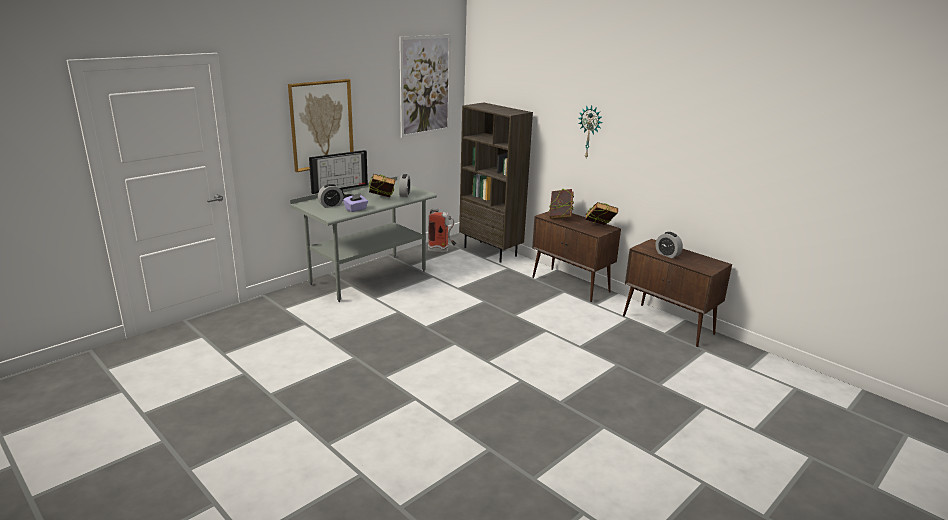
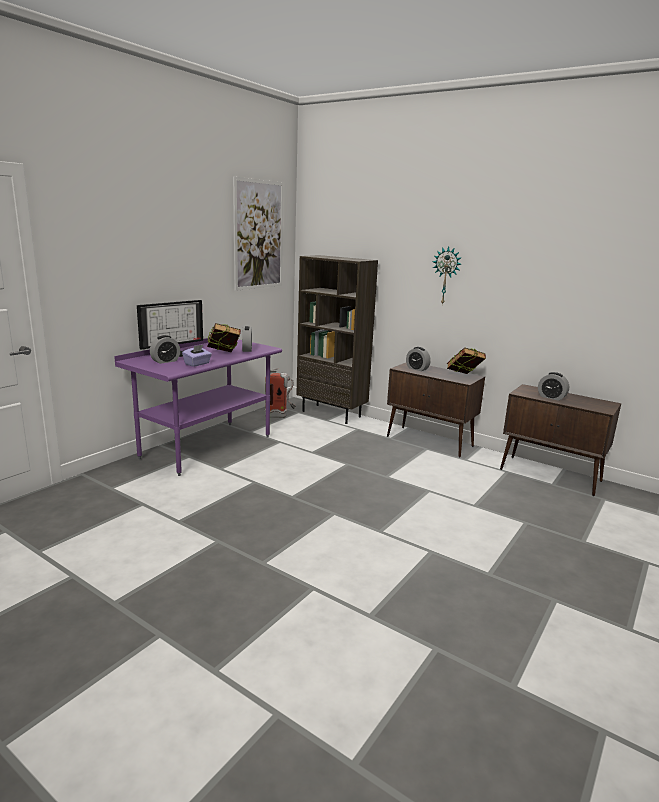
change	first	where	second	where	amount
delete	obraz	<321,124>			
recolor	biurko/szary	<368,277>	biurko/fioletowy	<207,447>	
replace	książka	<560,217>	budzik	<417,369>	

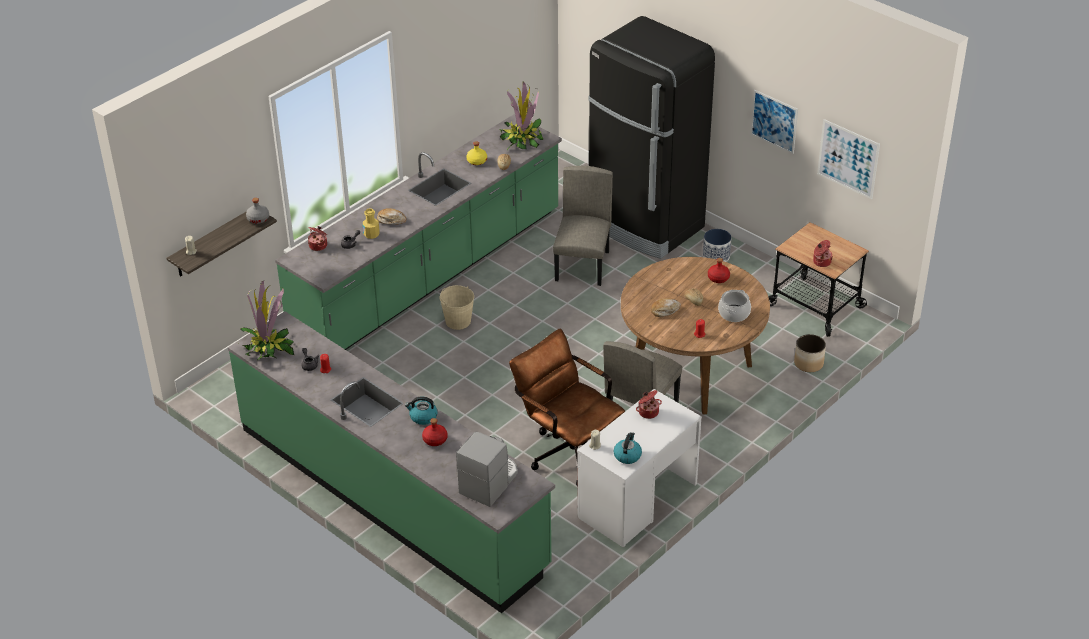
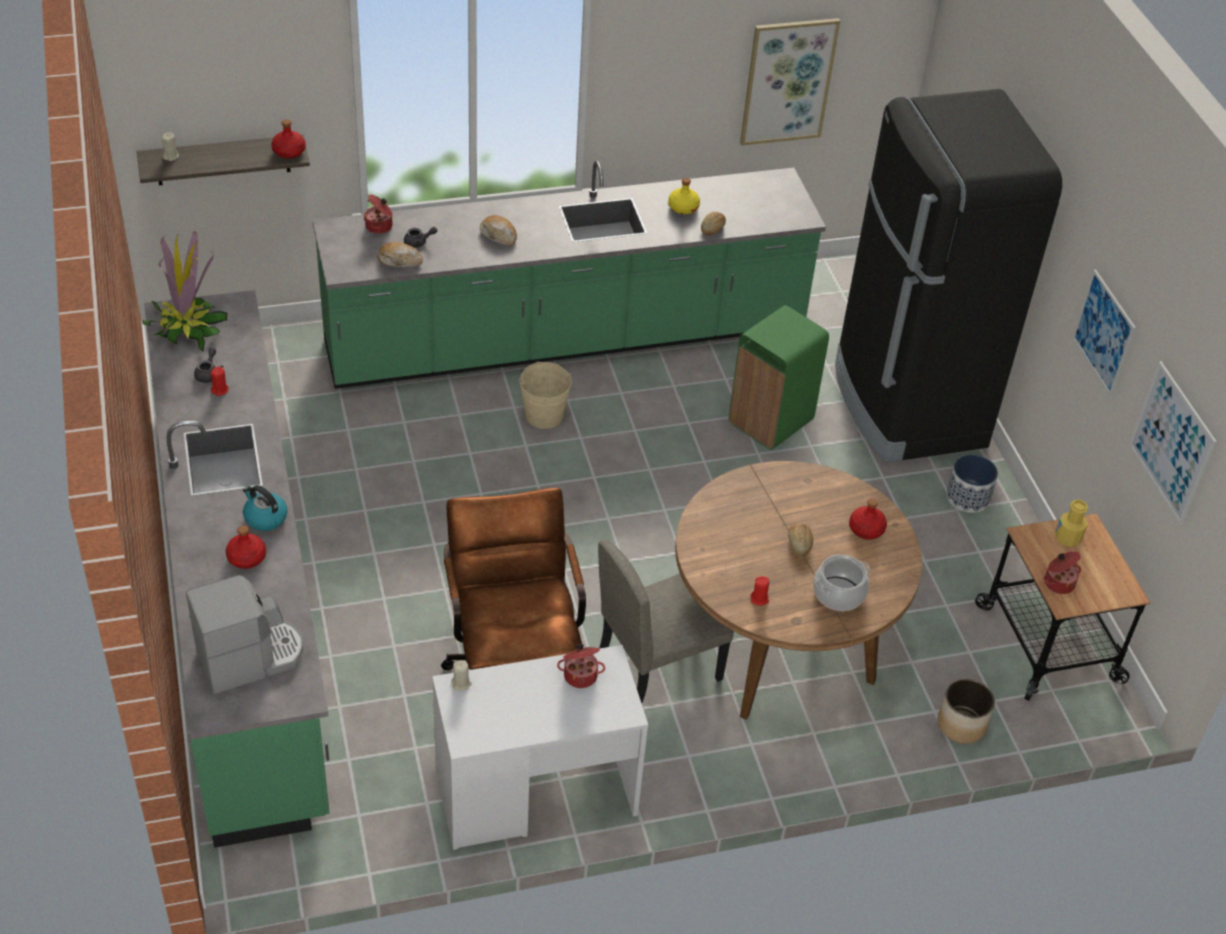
change	first	where	second	where	amount
delete	roślina doniczkowa	<522,139>			
replace	krzesło/beżowy	<583,266>	kosz na śmieci/zielony	<771,421>	
recolor	butelka/szary	<258,219>	butelka/czerwony	<289,151>	
move	butelka/żółty	<371,234>		<1068,538>	
move	chleb	<665,310>		<399,260>	
delete	czajnik	<627,455>			
insert			obraz	<787,81>	

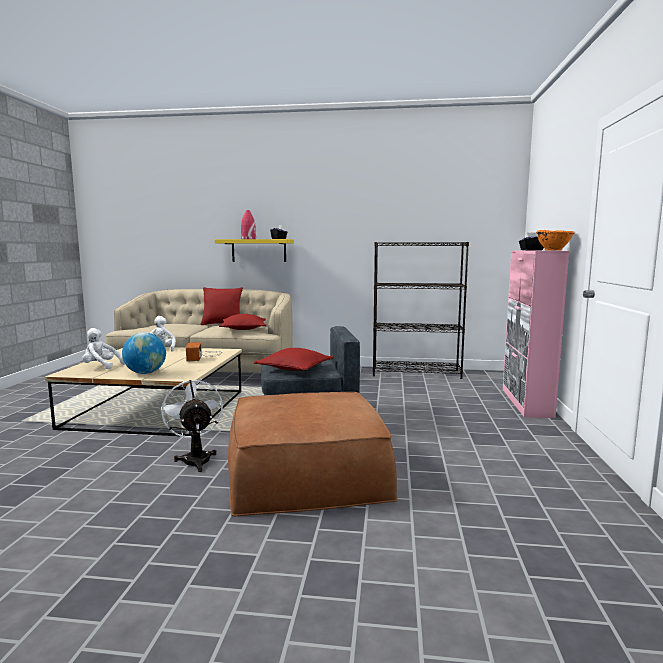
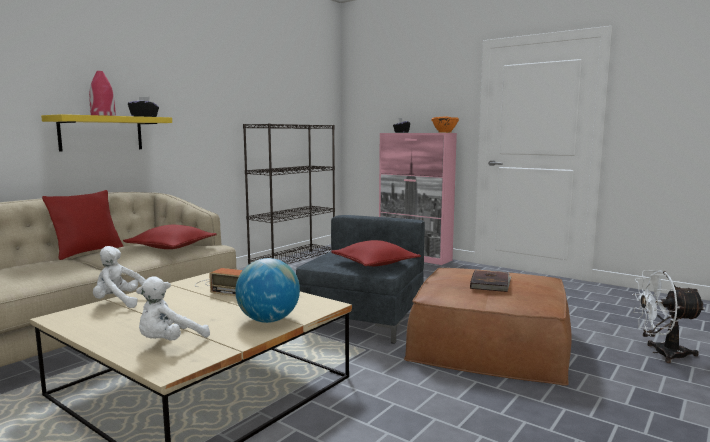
change	first	where	second	where	amount
move	wentylator/biały	<196,458>		<661,353>	
insert			książka/brązowy	<490,283>	

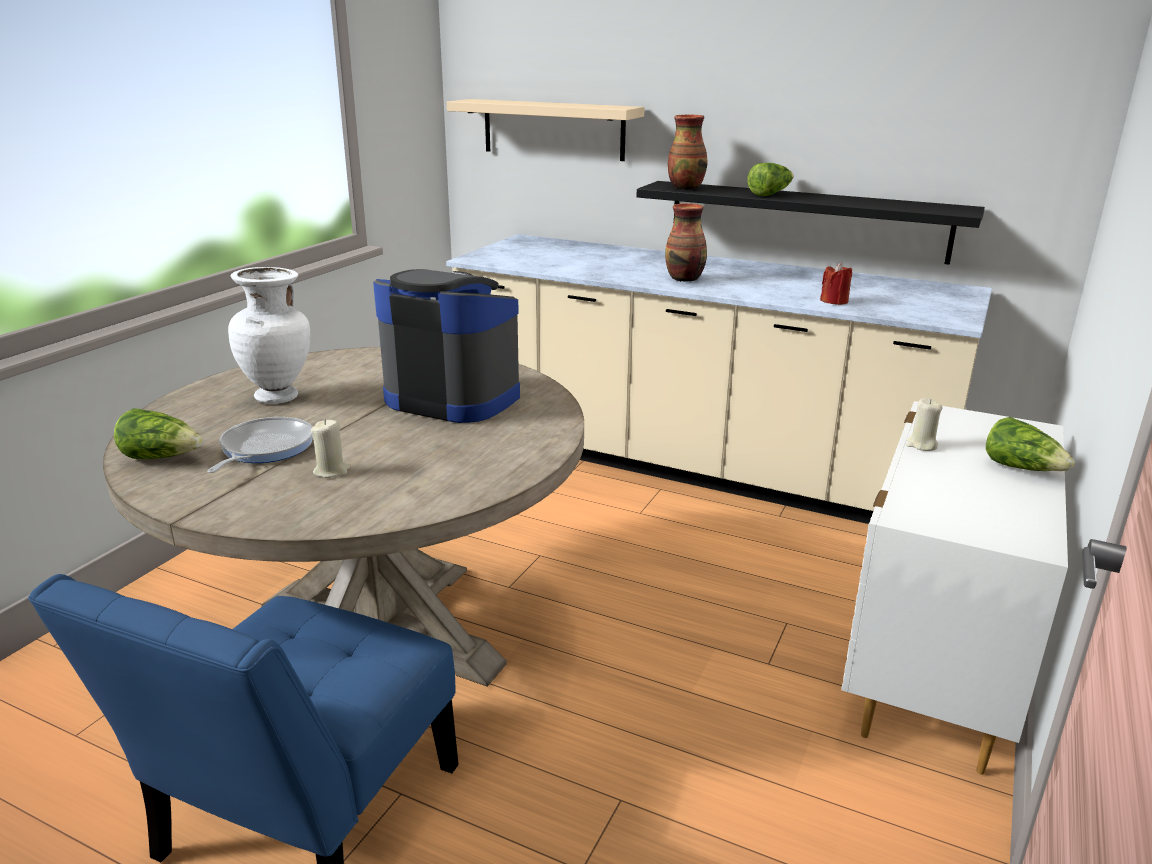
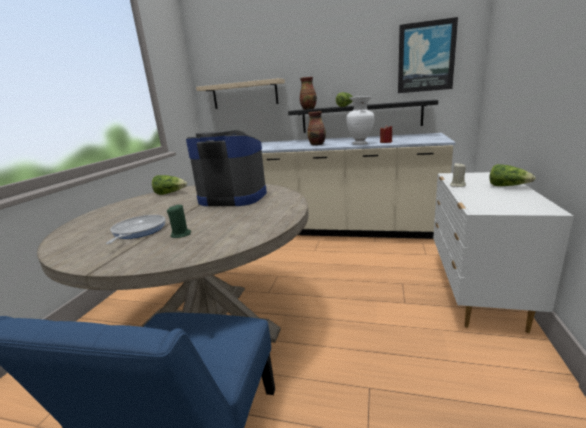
change	first	where	second	where	amount
move	wazon/biały	<279,397>		<360,144>	
move	sałata	<162,457>		<170,193>	
recolor	świeca/beżowy	<331,471>	świeca/zielony	<181,234>	
insert			obraz	<426,57>	

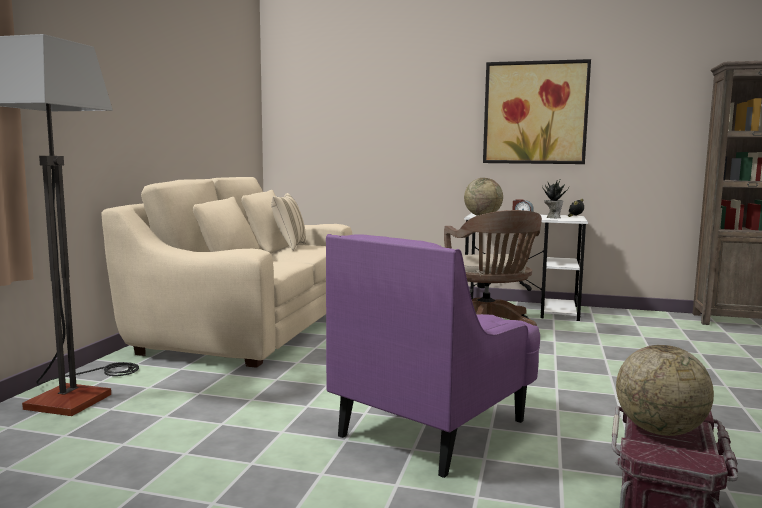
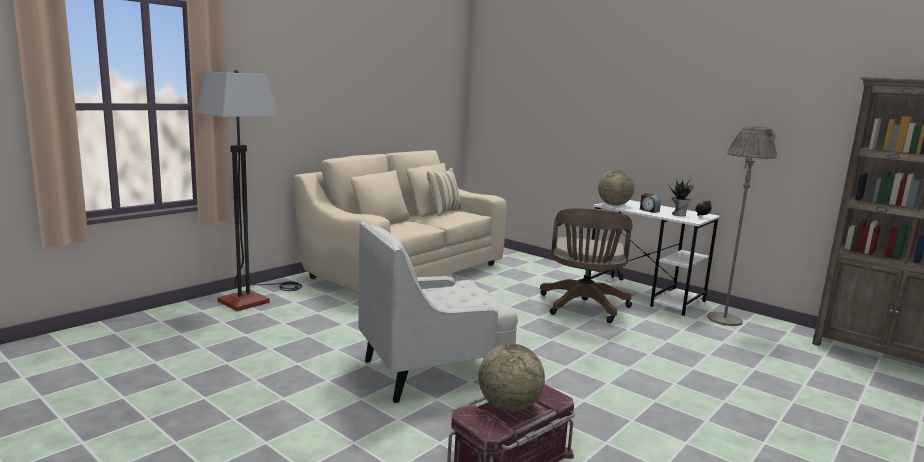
change	first	where	second	where	amount
delete	obraz	<535,113>			
recolor	fotel/fioletowy	<434,427>	fotel/biały	<433,371>	
insert			lampa stojąca/szary	<724,319>	

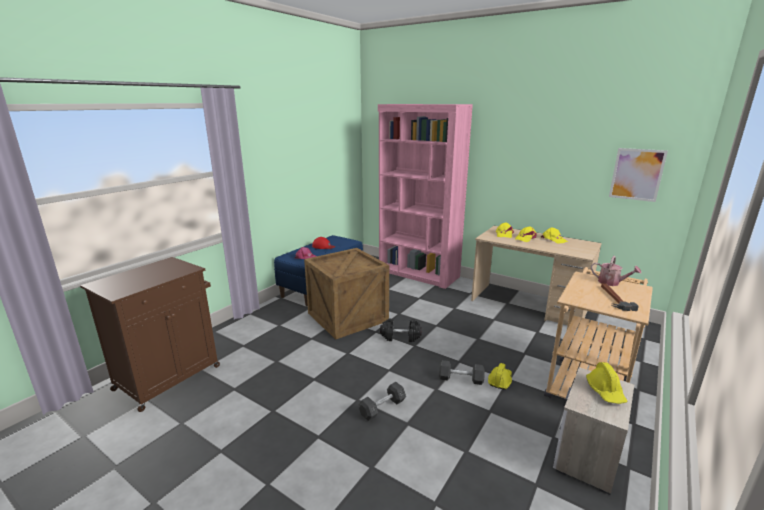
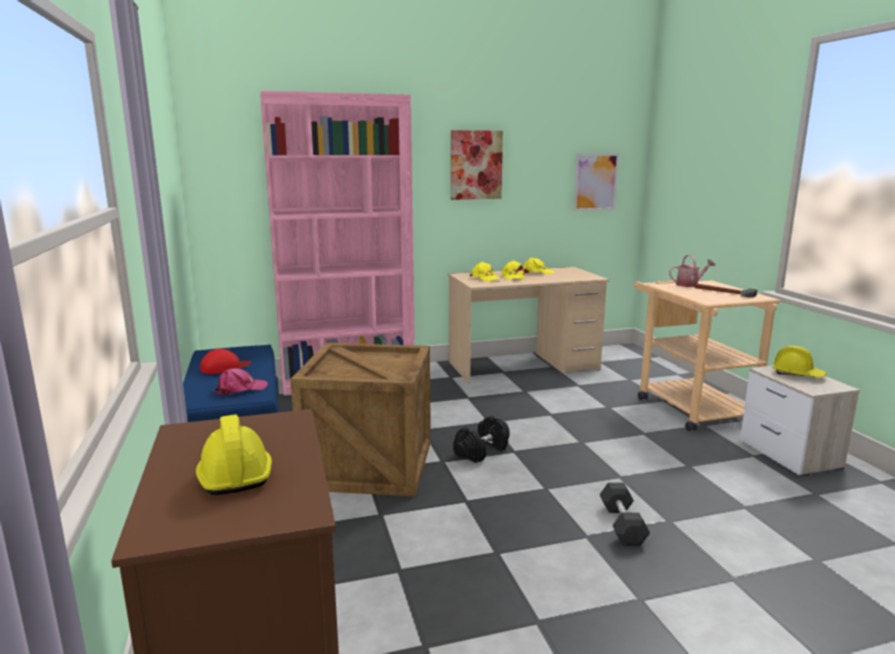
change	first	where	second	where	amount
delete	hantel/szary	<460,379>			
move	kask/żółty	<500,380>		<234,473>	
insert			obraz	<476,165>	

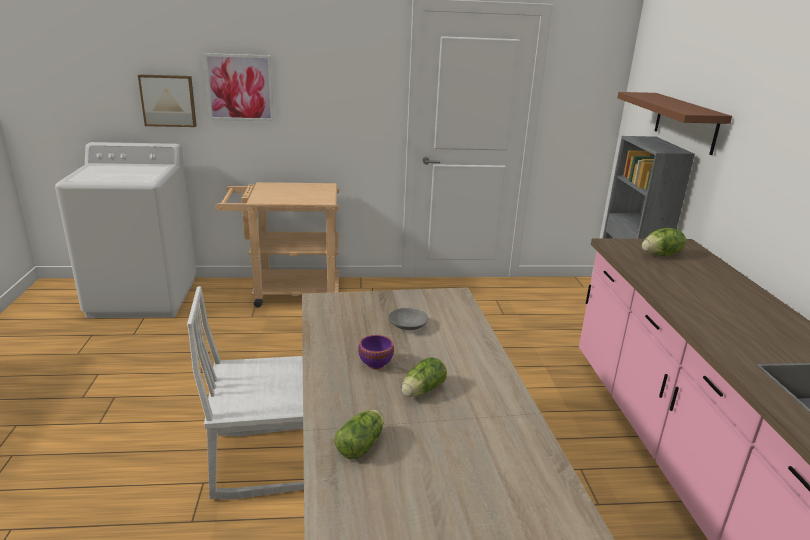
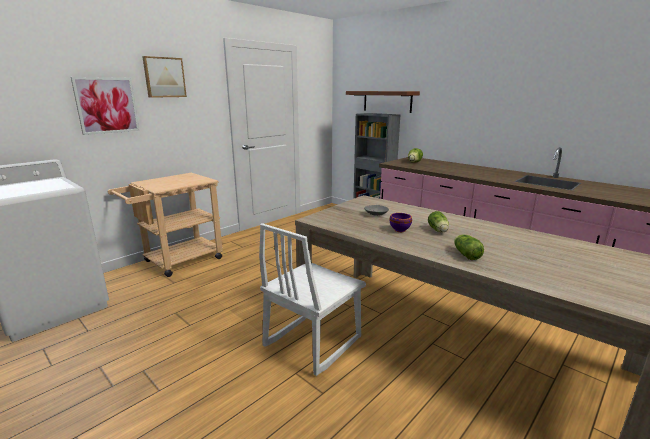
change	first	where	second	where	amount
move	obraz	<168,100>		<164,77>	

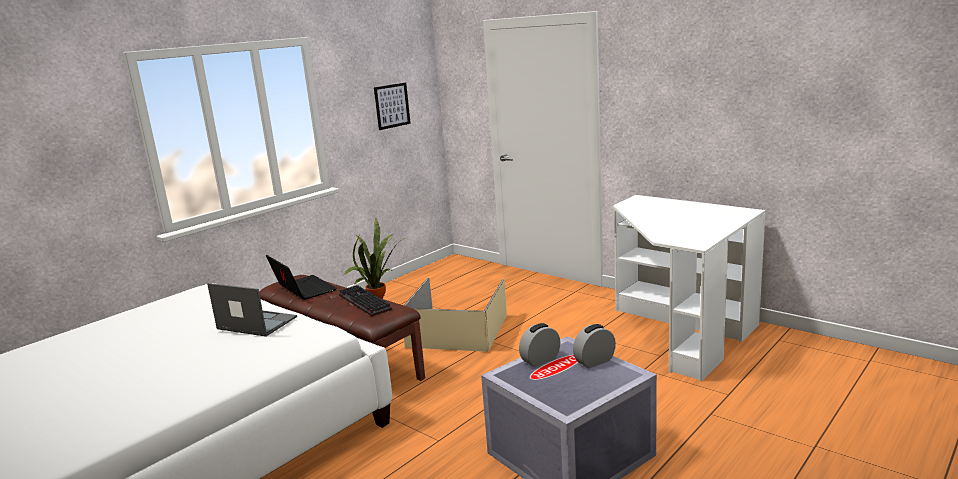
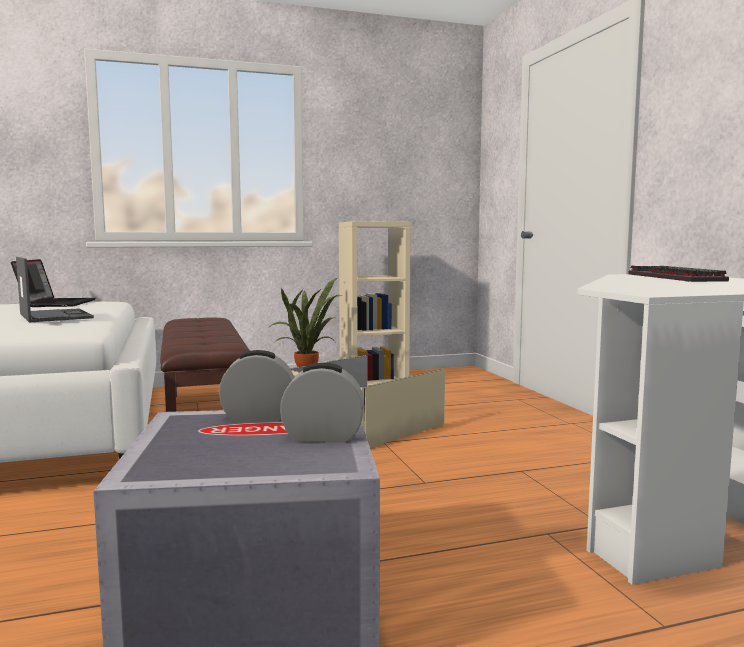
change	first	where	second	where	amount
delete	obraz	<392,106>			
move	laptop	<302,289>		<56,303>	
move	klawiatura	<362,302>		<670,277>	
insert			regał/beżowy	<374,383>	

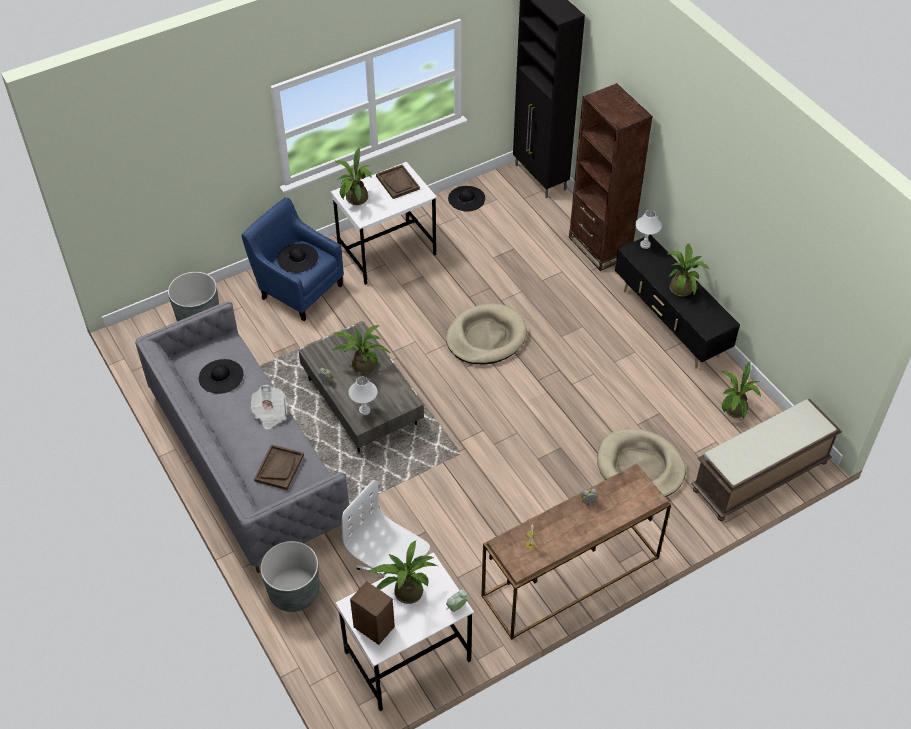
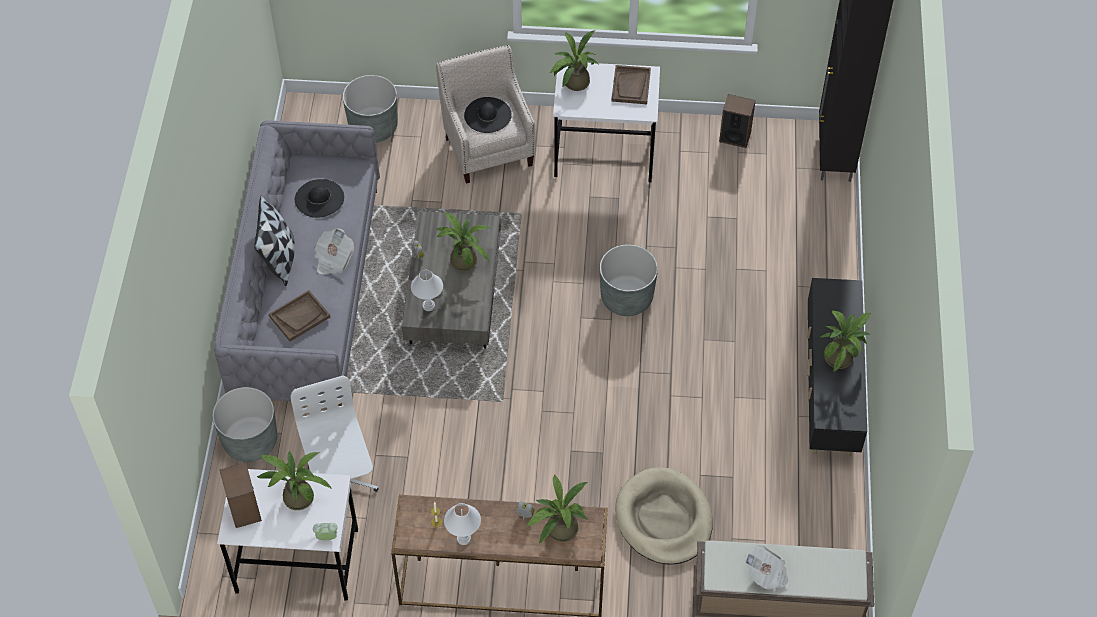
change	first	where	second	where	amount
delete	regał/brązowy	<599,247>			
replace	kapelusz/czarny	<466,198>	głośnik	<735,136>	
recolor	fotel/niebieski	<298,288>	fotel/beżowy	<488,146>	
move	lampa stołowa/biały	<645,245>		<464,538>	
replace	legowisko/beżowy	<486,337>	donica/szary	<626,297>	
move	roślina doniczkowa	<733,411>		<558,530>	
insert			poduszka	<279,259>	
insert			gazeta	<766,575>	

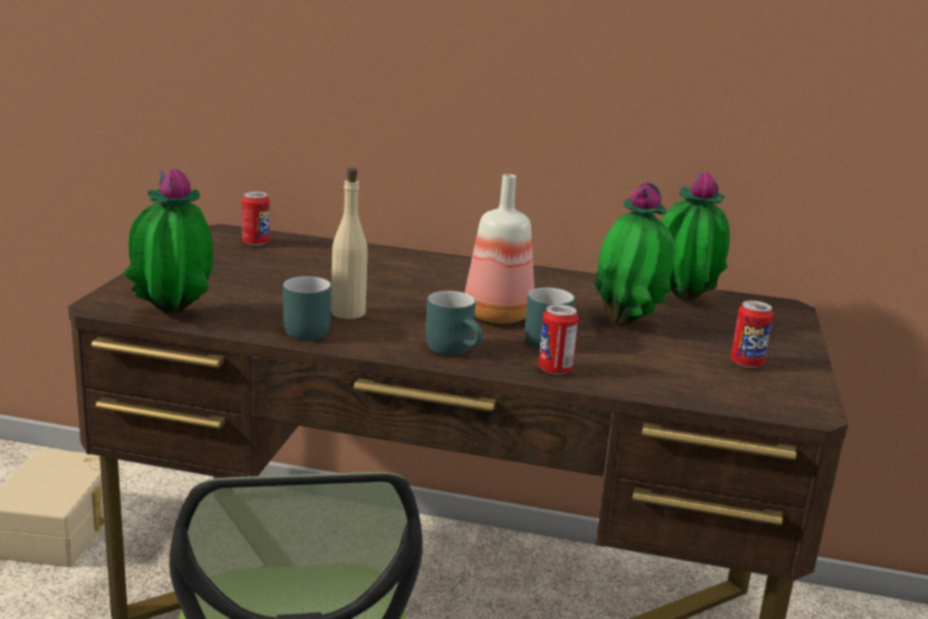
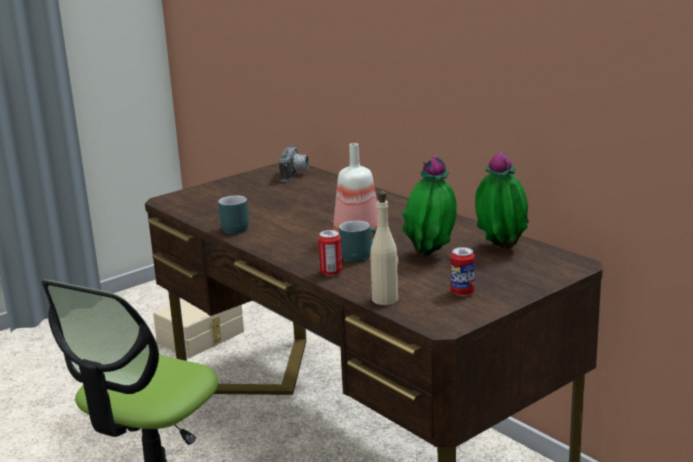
change	first	where	second	where	amount
delete	roślina doniczkowa	<172,317>			
move	butelka/beżowy	<348,313>		<385,299>	
replace	puszka	<256,243>	aparat fotograficzny	<295,175>	
delete	kubek/turkusowy	<456,349>			

